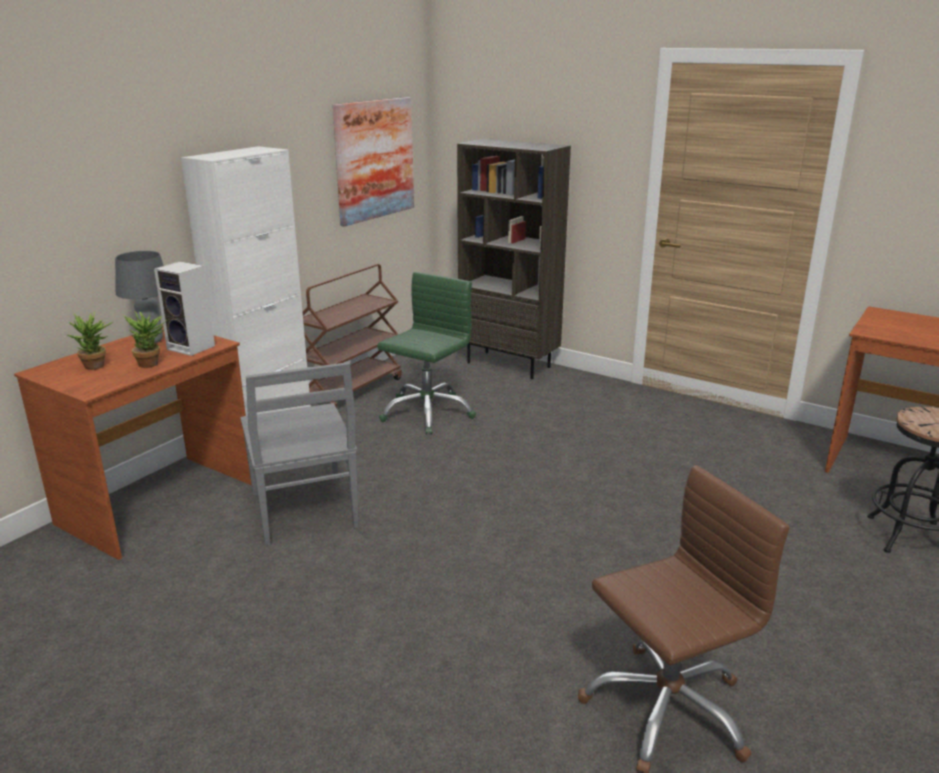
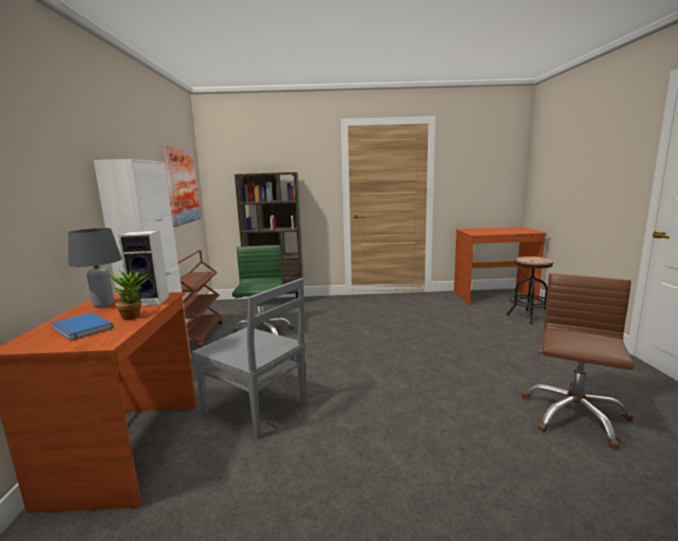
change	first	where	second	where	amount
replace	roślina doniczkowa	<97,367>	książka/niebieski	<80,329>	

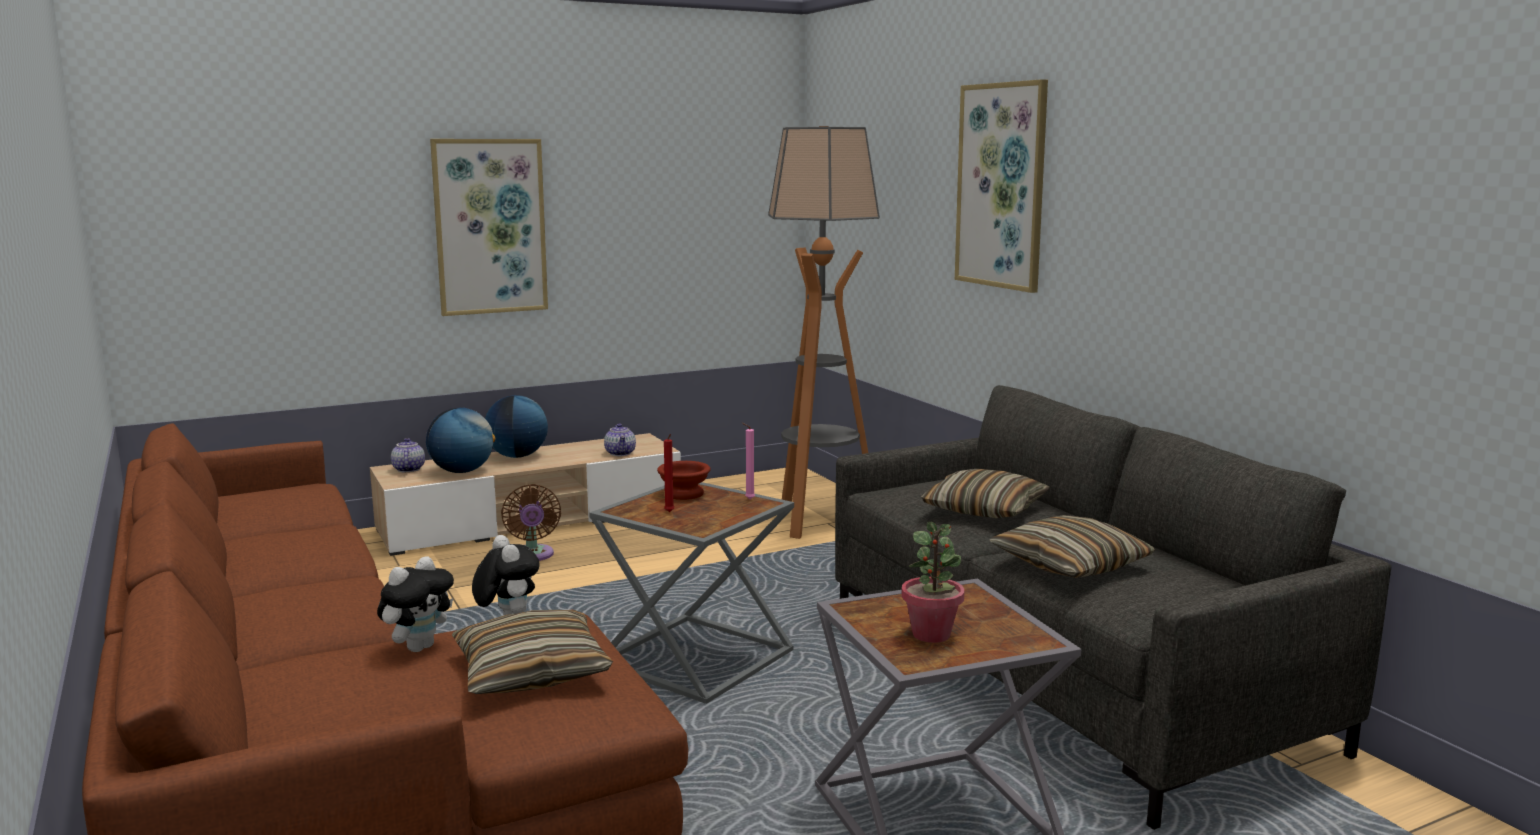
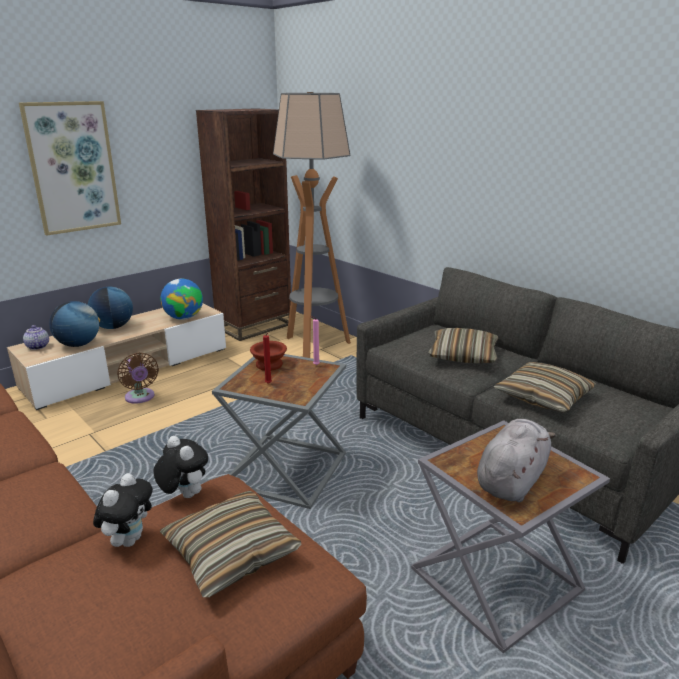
change	first	where	second	where	amount
delete	obraz	<1001,186>			
replace	imbryk	<620,453>	globus	<184,318>	
replace	roślina doniczkowa	<931,634>	pluszak/szary	<512,480>	
insert			regał/brązowy	<254,326>	

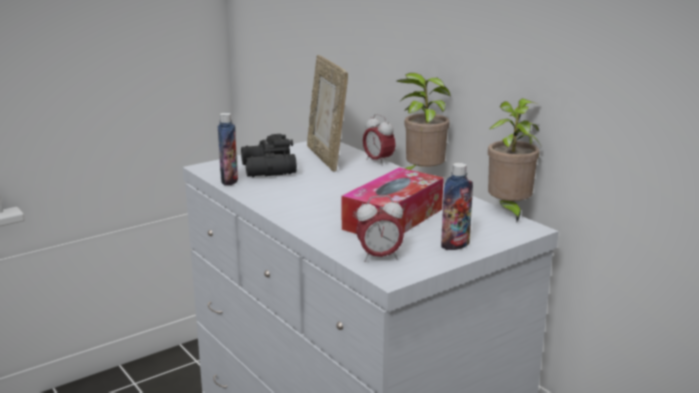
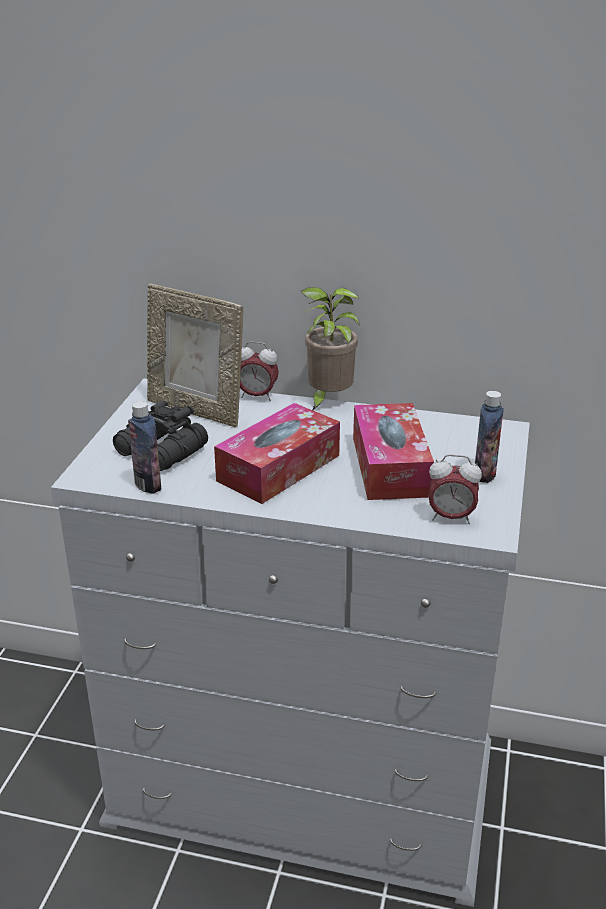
change	first	where	second	where	amount
delete	roślina doniczkowa	<508,212>			
rotate	budzik	<379,257>		<451,517>	60 degrees clockwise
insert			pudełko chusteczek	<278,468>	

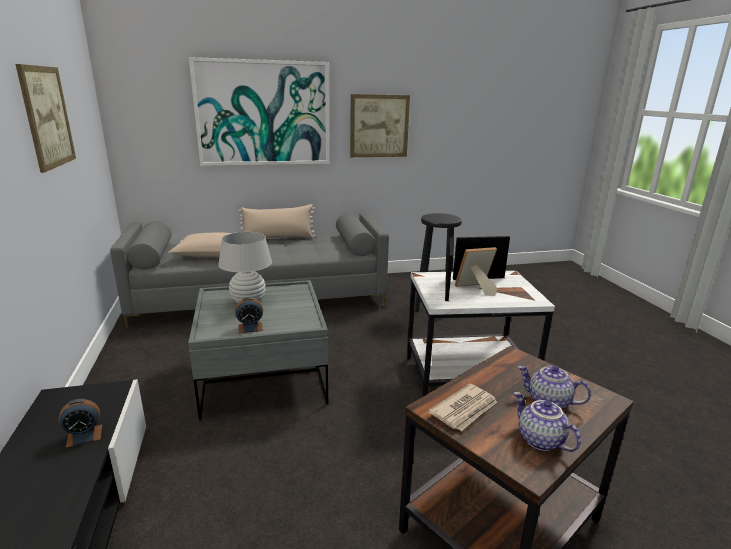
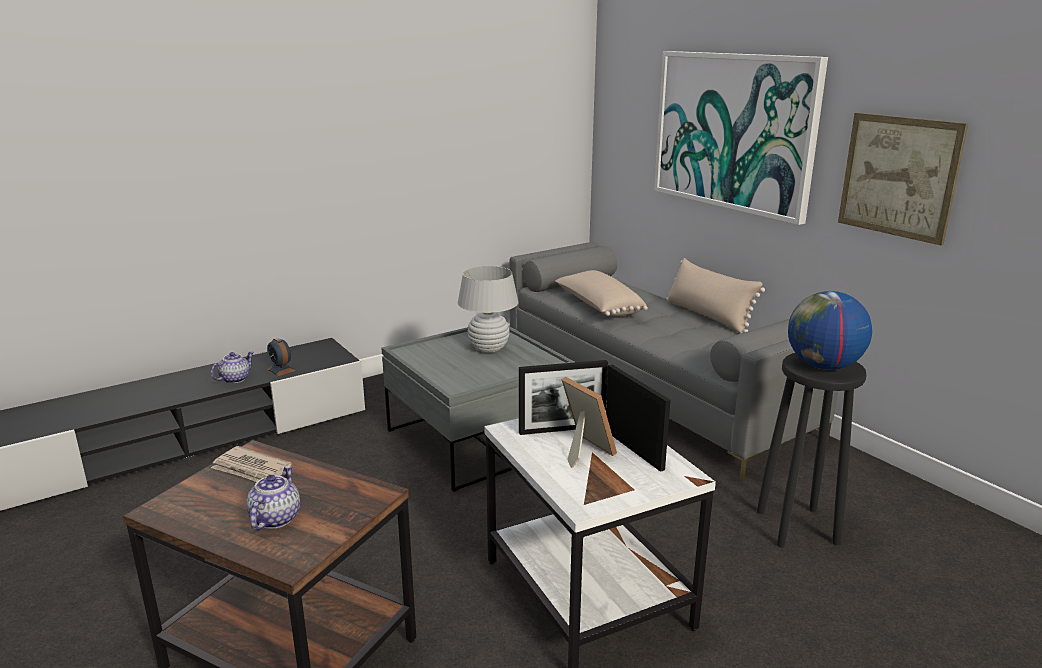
change	first	where	second	where	amount
delete	obraz	<47,117>			
delete	budzik	<250,327>			
move	imbryk	<539,440>		<235,379>	
insert			globus	<823,366>	

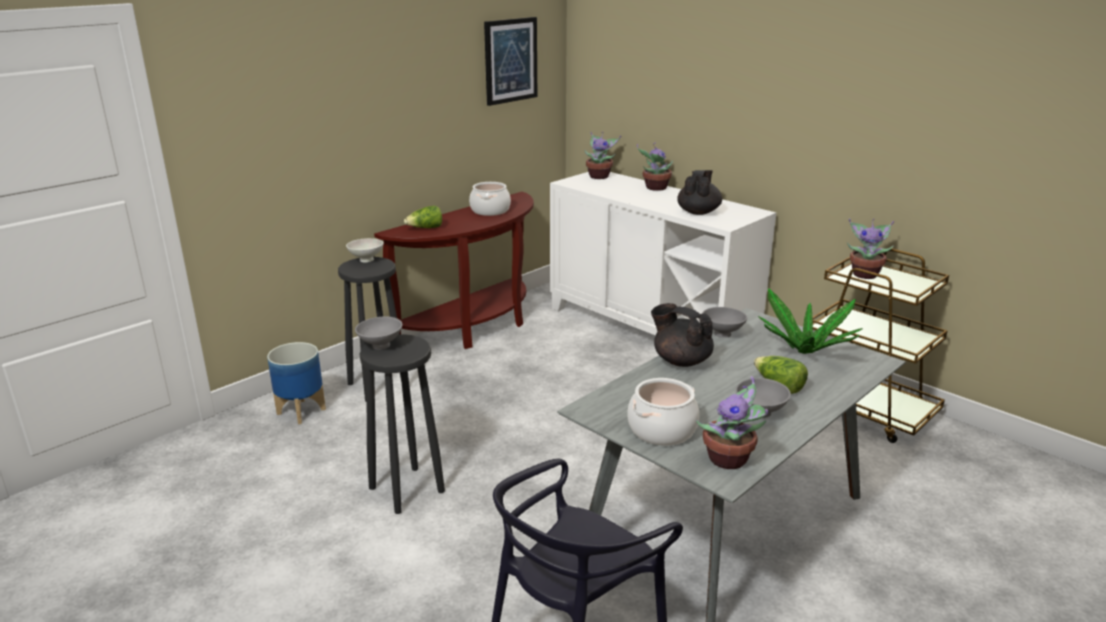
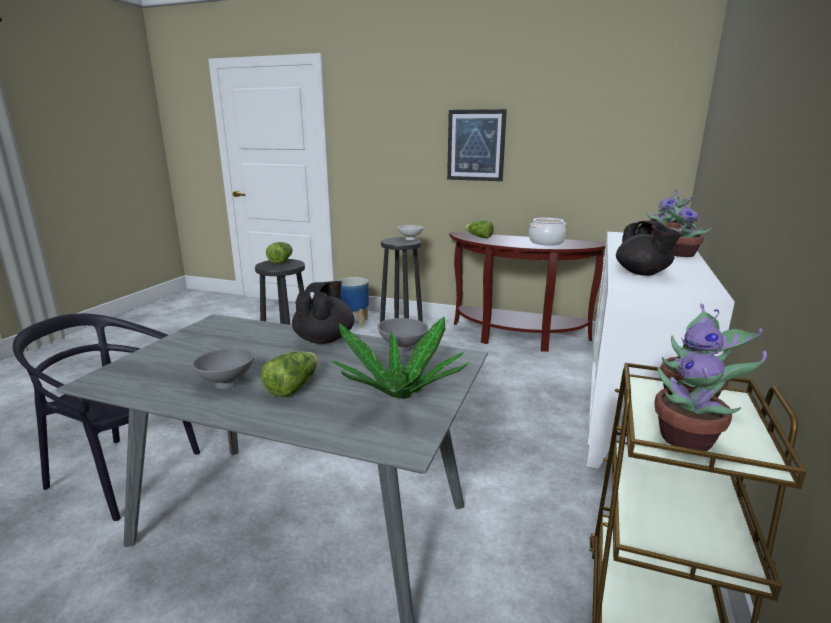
change	first	where	second	where	amount
move	obraz	<510,60>		<476,145>	
rotate	imbryk/czarny	<698,212>		<642,273>	75 degrees clockwise
replace	miska/szary	<380,346>	sałata	<281,261>	
move	roślina doniczkowa	<730,460>		<688,441>	
delete	garnek	<662,430>			

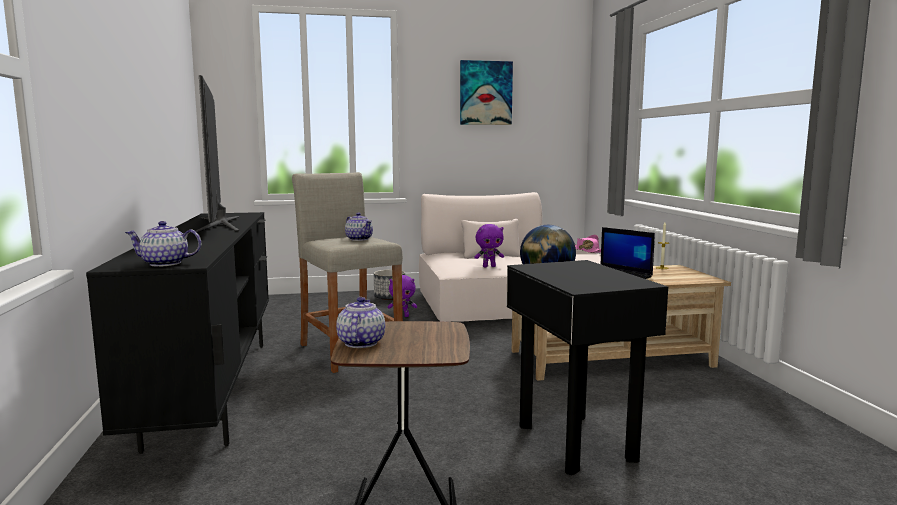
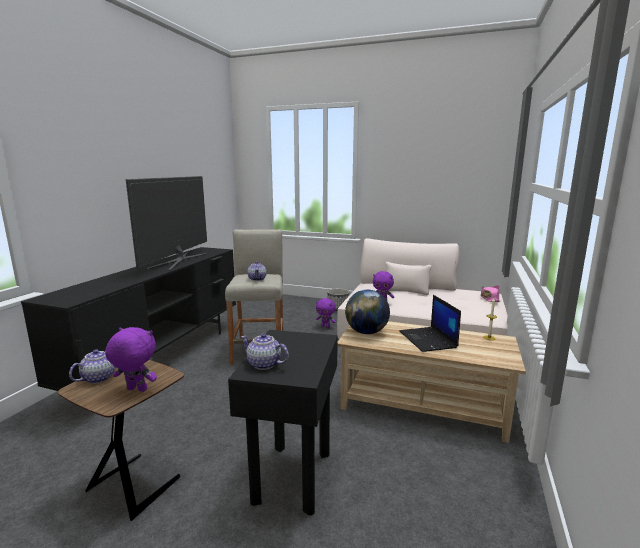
change	first	where	second	where	amount
delete	obraz	<485,93>			
move	imbryk	<165,263>		<264,364>	
insert			pluszak/fioletowy	<136,390>	

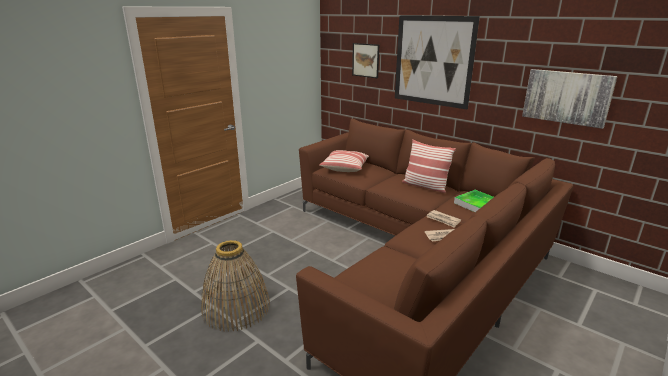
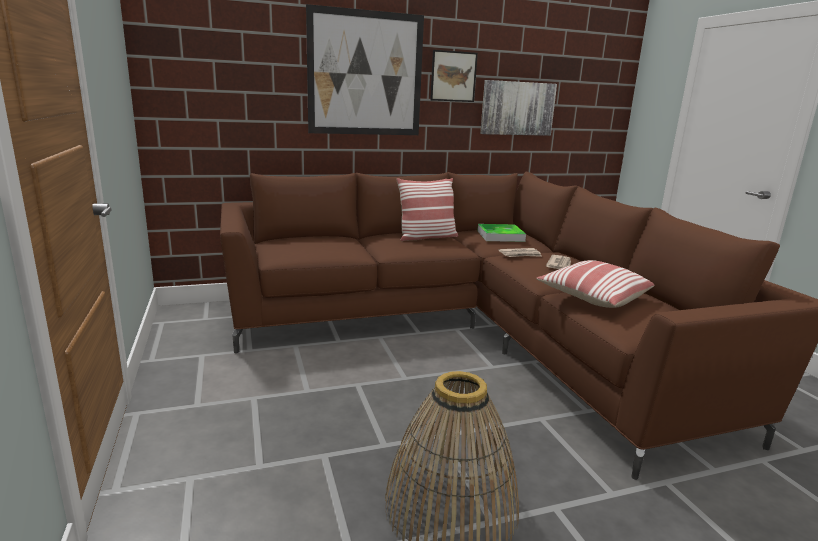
change	first	where	second	where	amount
move	obraz	<365,60>		<453,76>	
move	poduszka	<345,167>		<592,298>	

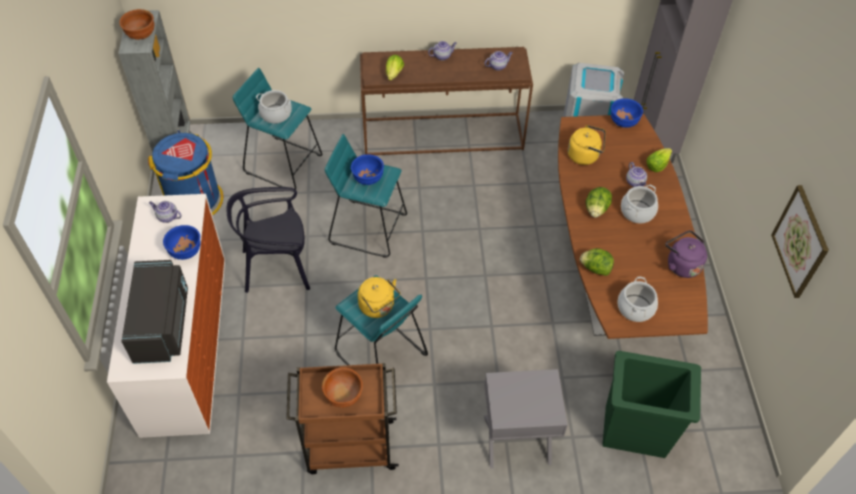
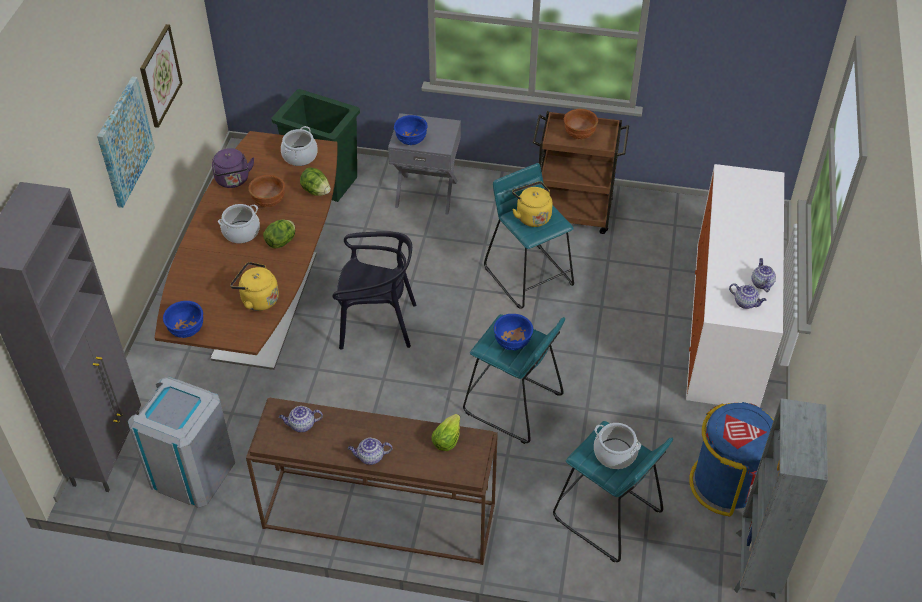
change	first	where	second	where	amount
move	miska/brązowy	<141,35>		<269,202>	
delete	sałata	<657,165>			
move	imbryk	<635,182>		<761,283>	
move	krzesło/czarny	<277,267>		<377,323>	
move	miska/niebieski	<186,251>		<410,141>	
delete	mikrofalówka/czarny	<163,324>			
insert			obraz	<124,141>	

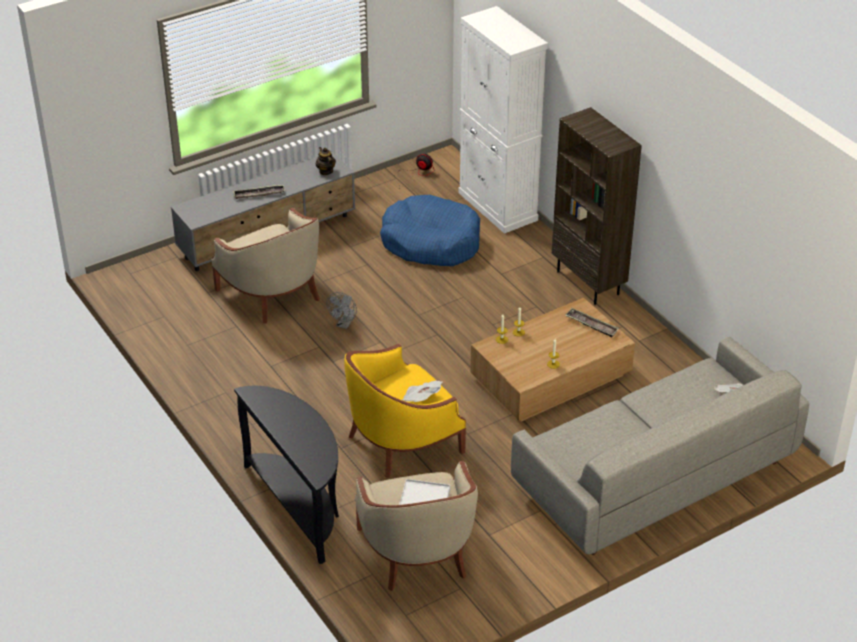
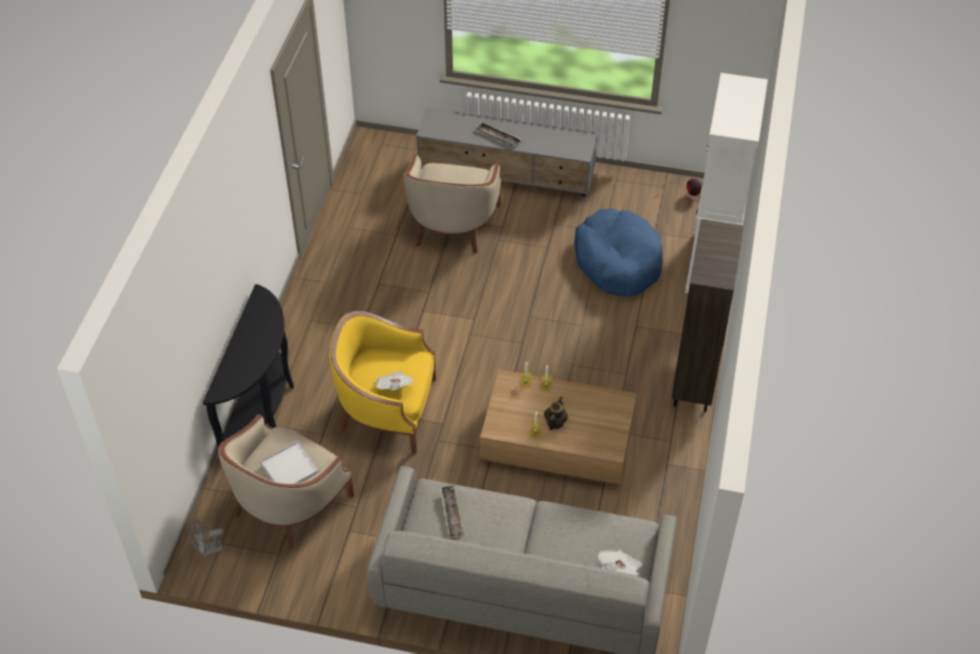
change	first	where	second	where	amount
move	imbryk	<326,171>		<555,423>	
move	wentylator/szary	<344,324>		<208,551>	
move	taca	<591,325>		<451,514>	

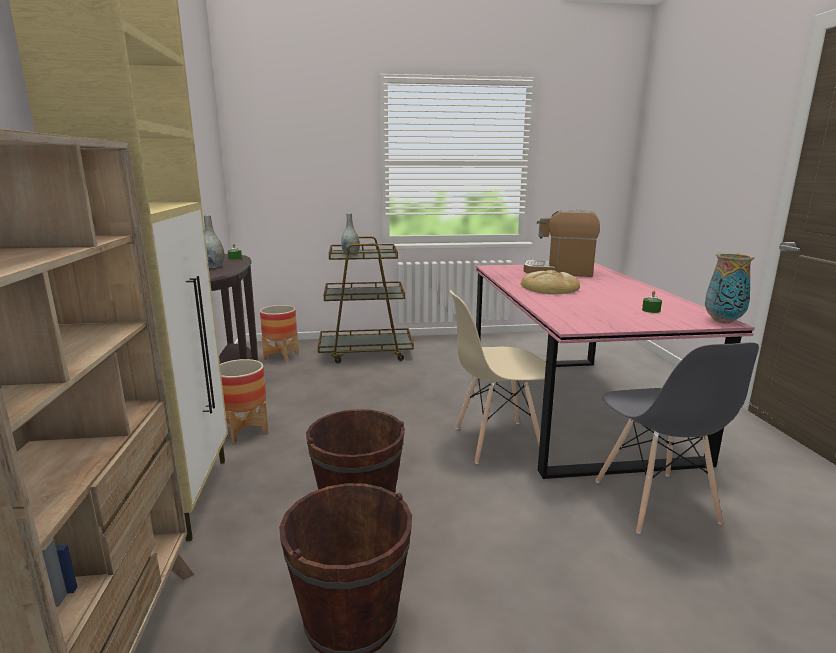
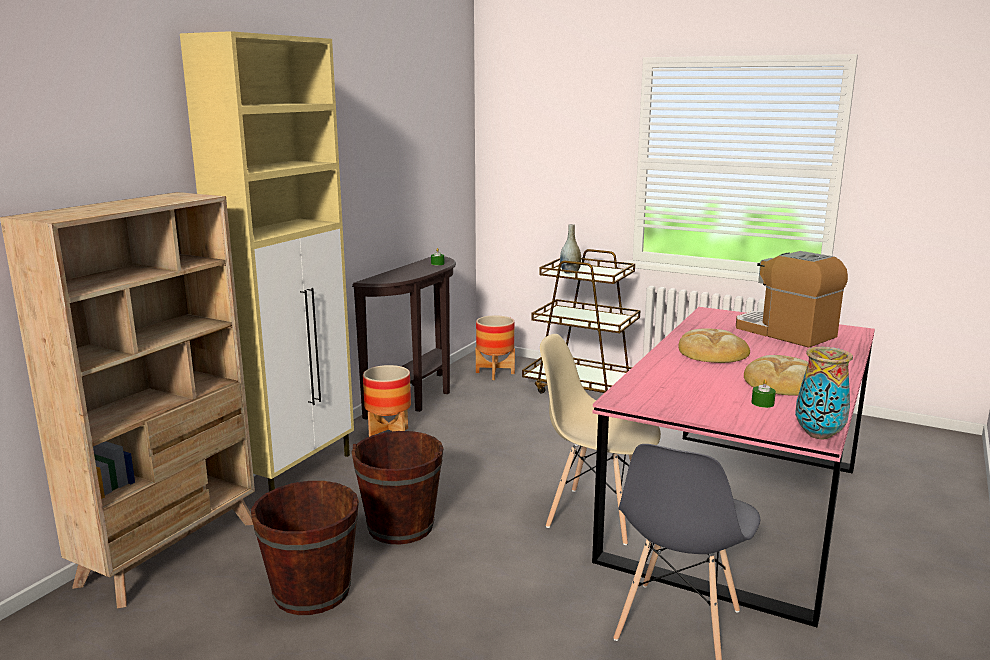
change	first	where	second	where	amount
delete	wazon/szary	<213,267>			
insert			chleb	<782,382>	

